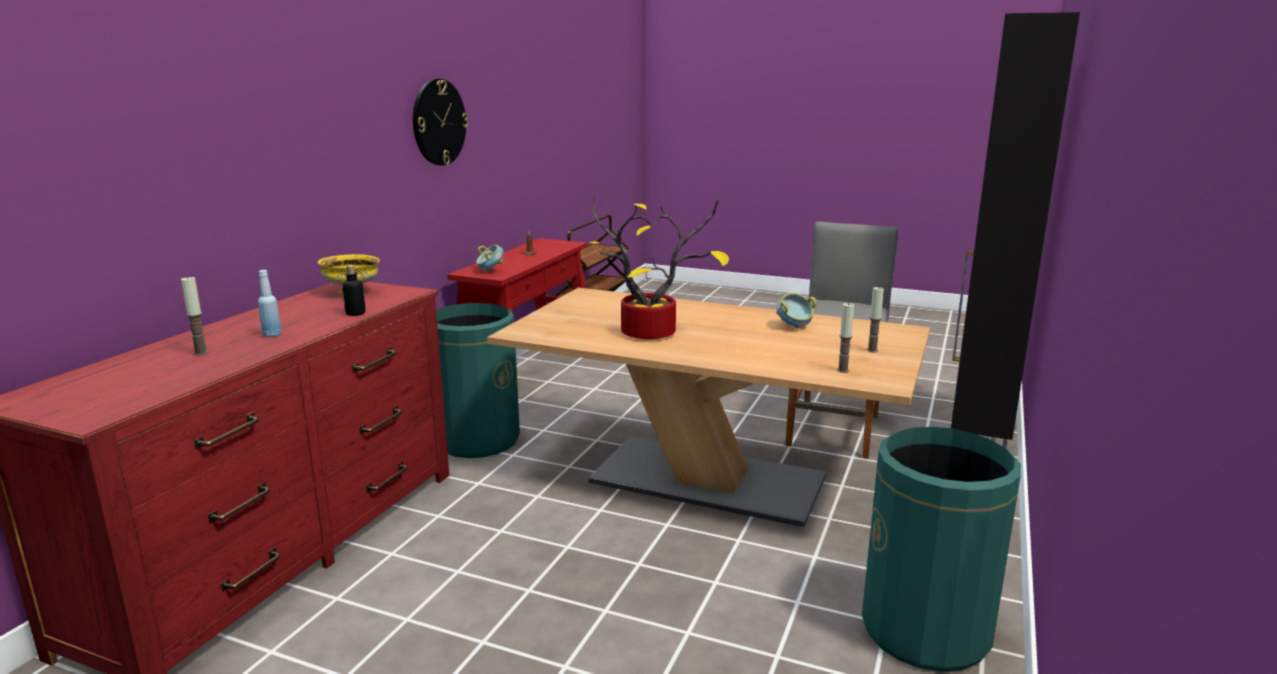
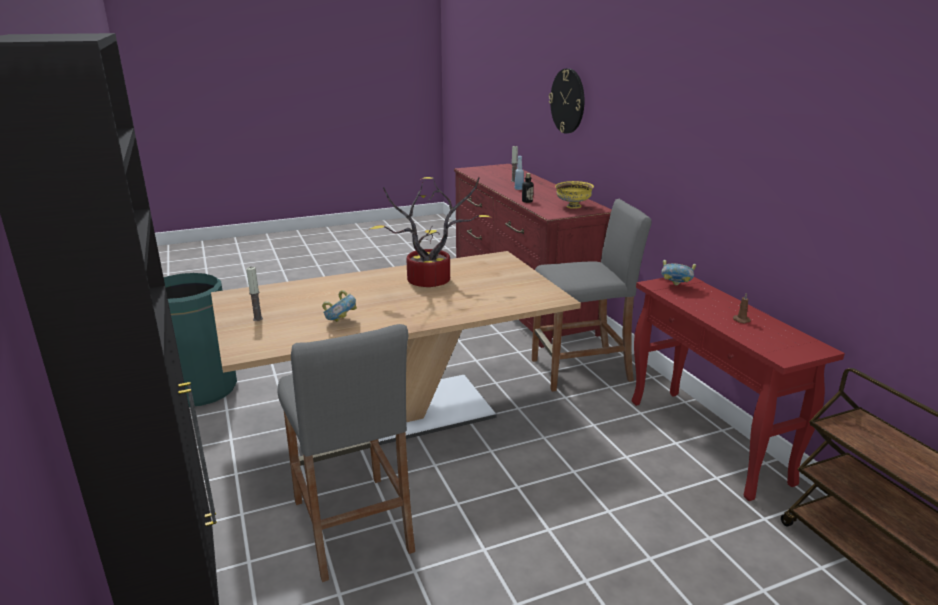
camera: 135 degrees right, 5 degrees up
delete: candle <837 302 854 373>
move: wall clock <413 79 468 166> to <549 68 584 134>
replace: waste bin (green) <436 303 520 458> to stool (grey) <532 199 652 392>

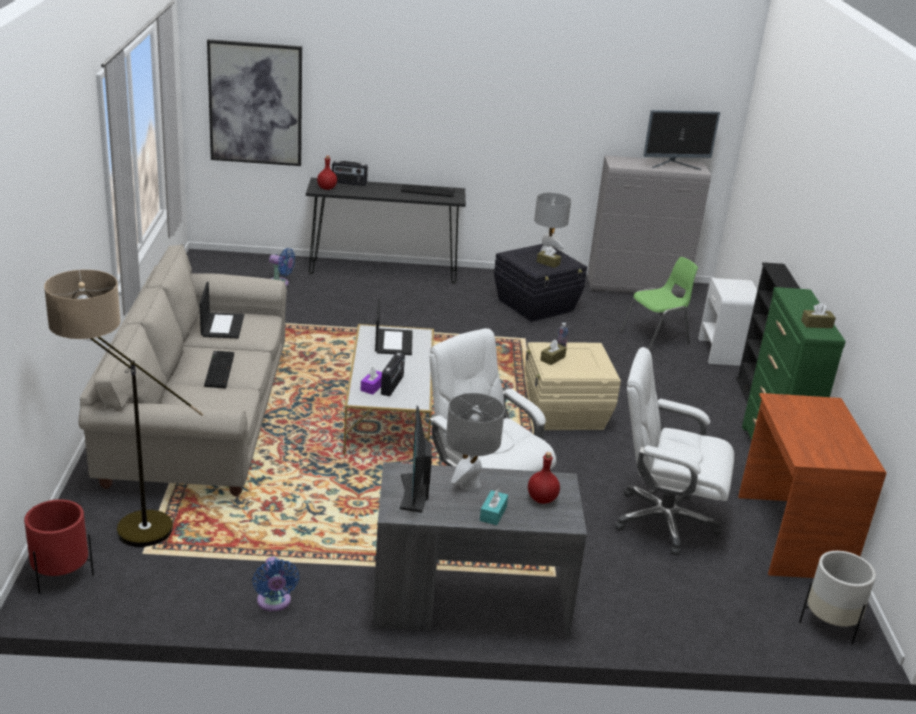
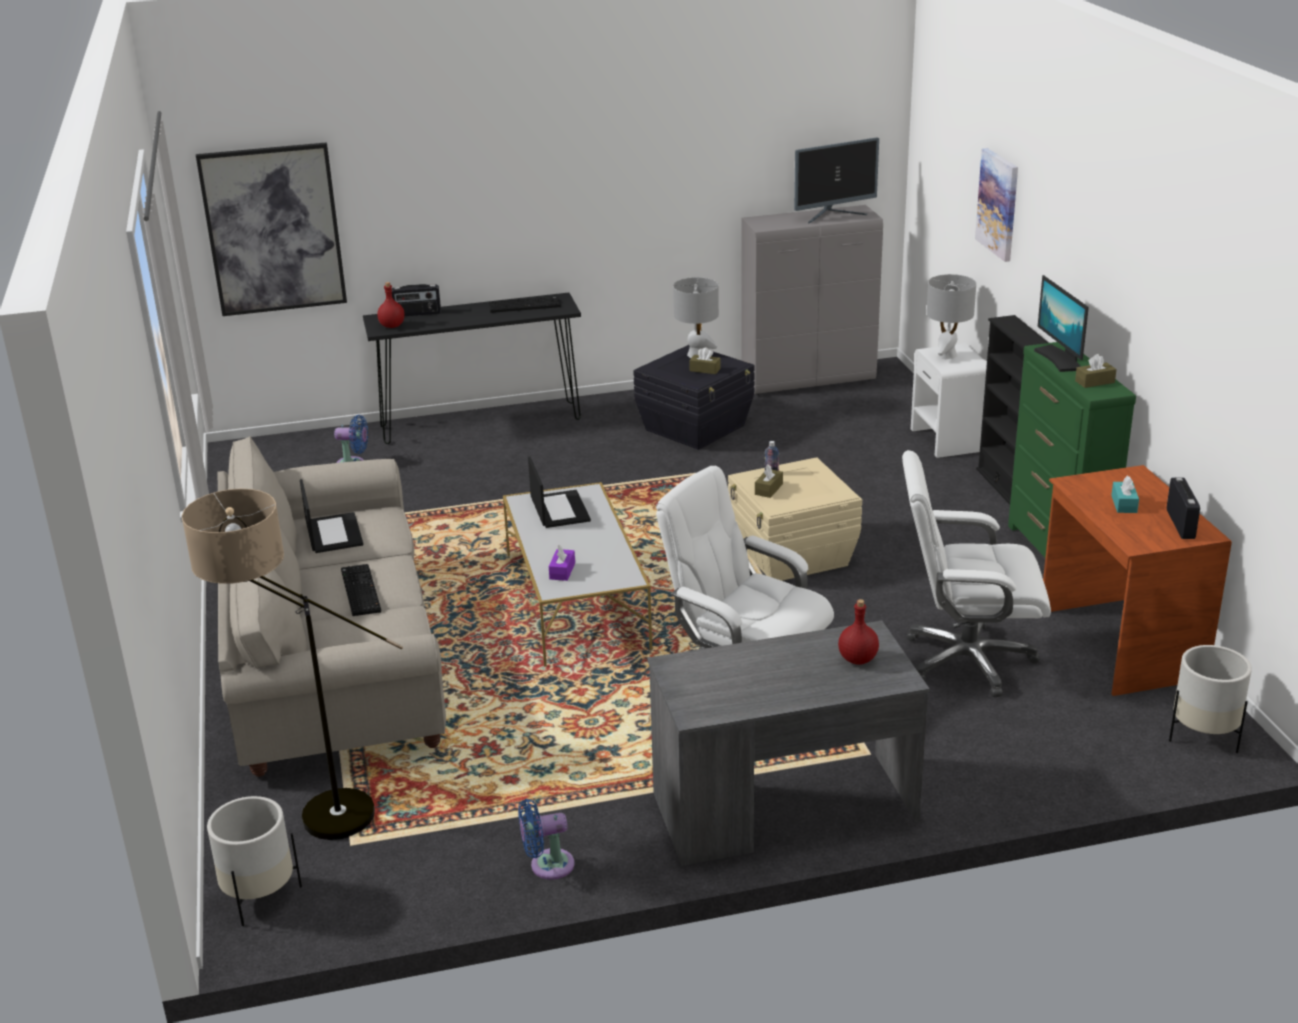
camera: 10 degrees left, 0 degrees up
delete: plain chair (green) <620 257 698 351>
insert: wall art <975 148 1018 262>
move: radio <381 353 405 396> to <1167 477 1200 539>; lamp for a table (grey) <446 393 505 490> to <926 274 976 359>; monitor <400 406 432 513> to <1034 275 1089 372>; tissue holder (blue-green) <480 488 508 525> to <1111 476 1139 513>
recolor: planter (reddish) <24 499 94 594> to planter (whitish) <207 796 302 926>
rotate: electric fan (bluish) <252 557 299 611> = <518 799 575 880> 105 degrees clockwise

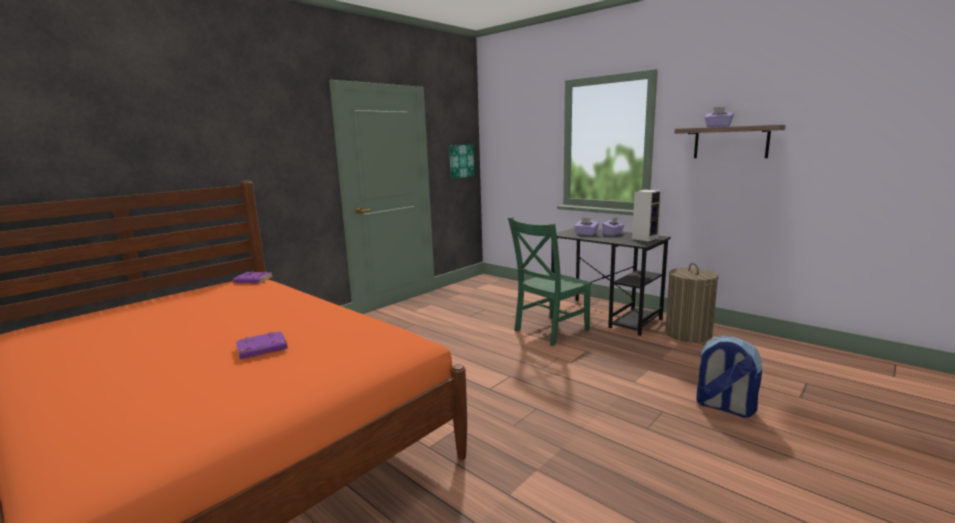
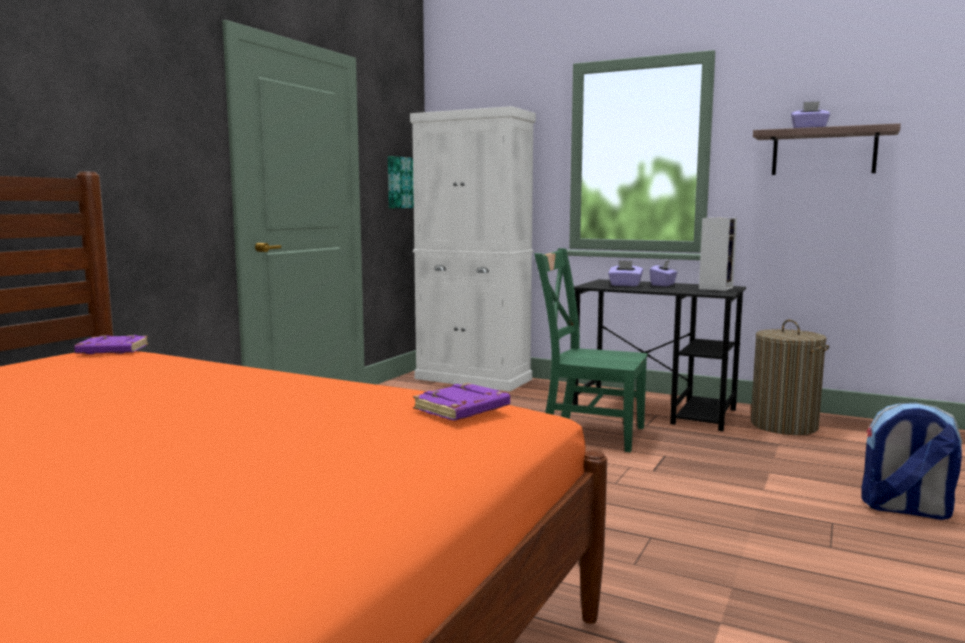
camera: 15 degrees left, 5 degrees down
insert: cabinet (whitish) <410 106 536 392>
move: volume (purplish) <235 331 288 359> to <413 383 510 421>
rotate: plain chair (green) <508 217 592 346> = <534 248 648 452> 75 degrees clockwise

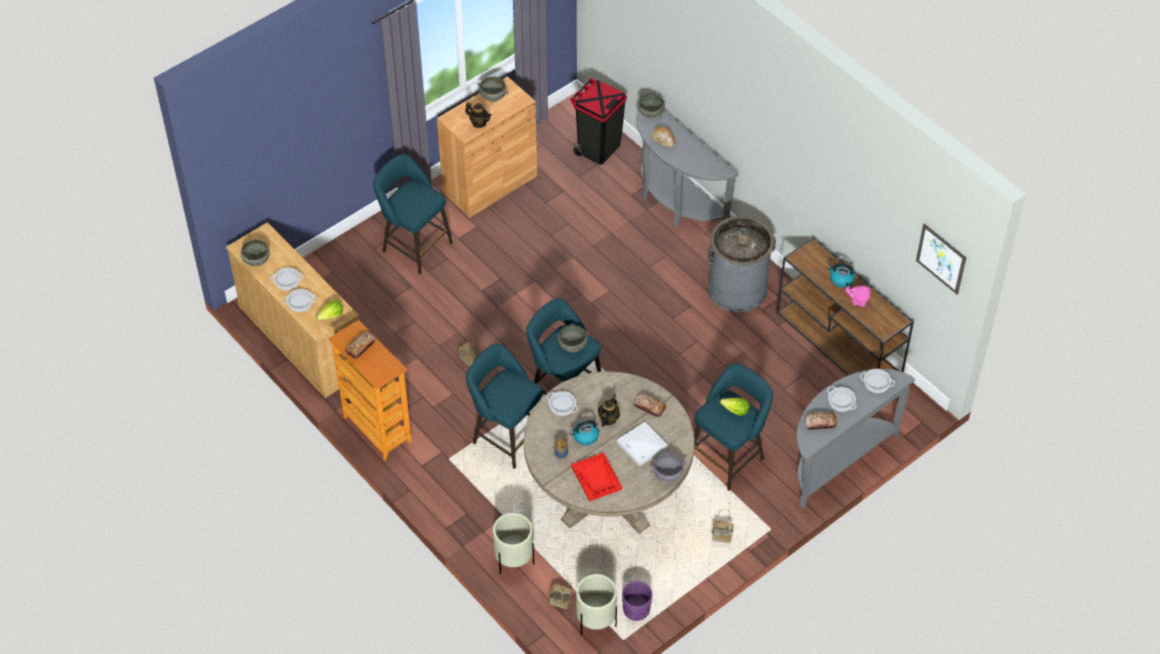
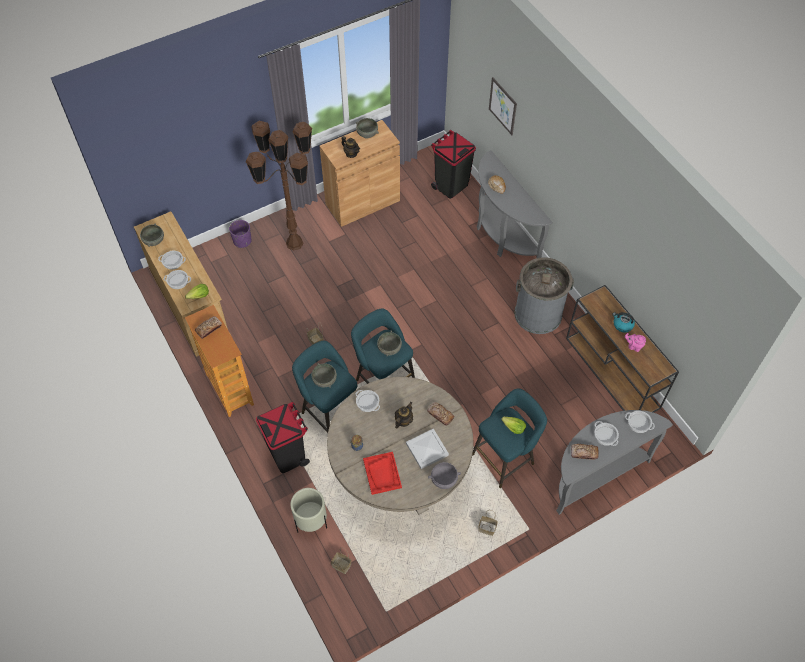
camera: 10 degrees right, 5 degrees up
delete: water kettle <570 420 599 445>; planter (beige-coloured) <576 574 617 635>
insert: waste bin (black-coloured) <256 402 310 473>
move: bowl (grey) <638 93 665 118> to <312 363 337 388>; wall art <916 223 967 294> to <489 77 517 135>; planter (purplish) <622 581 652 621> to <229 220 251 248>
replace: stool (blue-green) <373 154 453 274> to floor lamp (brown-coloured) <246 121 312 250>

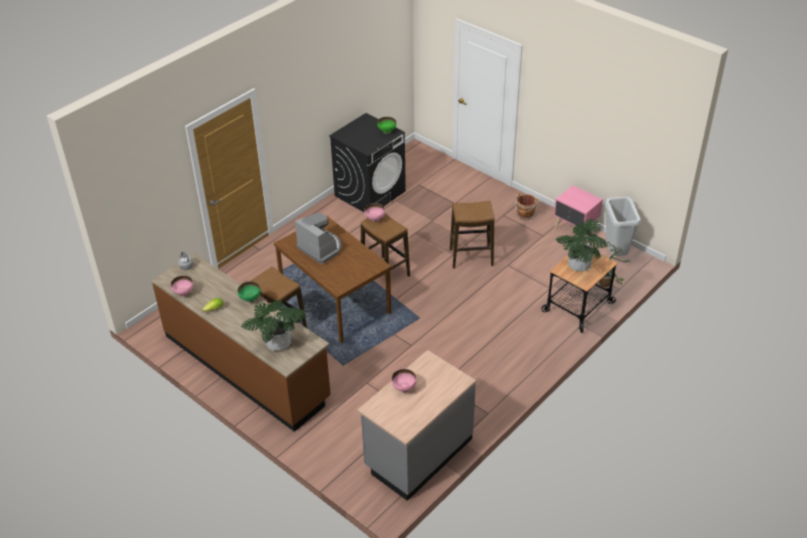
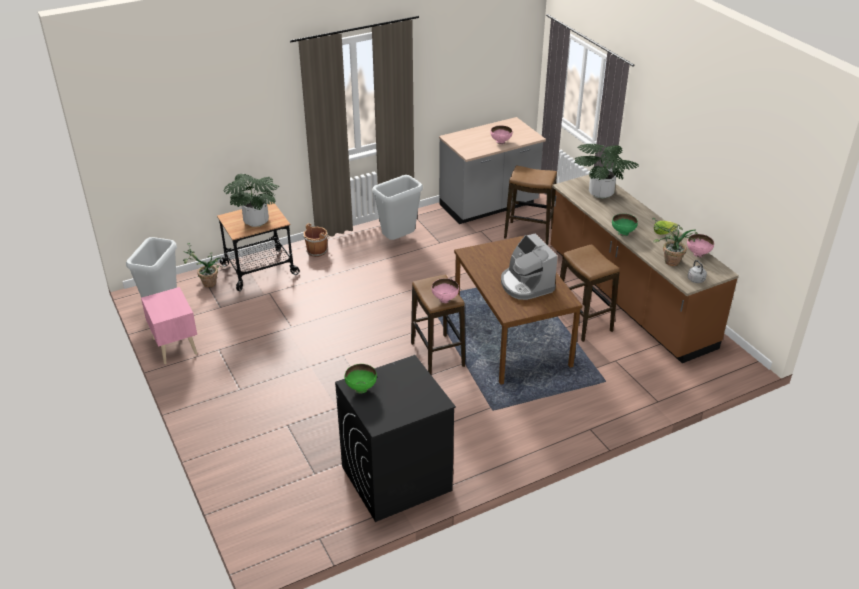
camera: 160 degrees left, 5 degrees down
insert: waste bin (grey) <372 175 423 240>; houseplant <652 218 700 266>
move: water bucket (brown-coloured) <515 193 537 220> to <303 223 330 257>; stool <450 201 494 268> to <504 165 557 245>

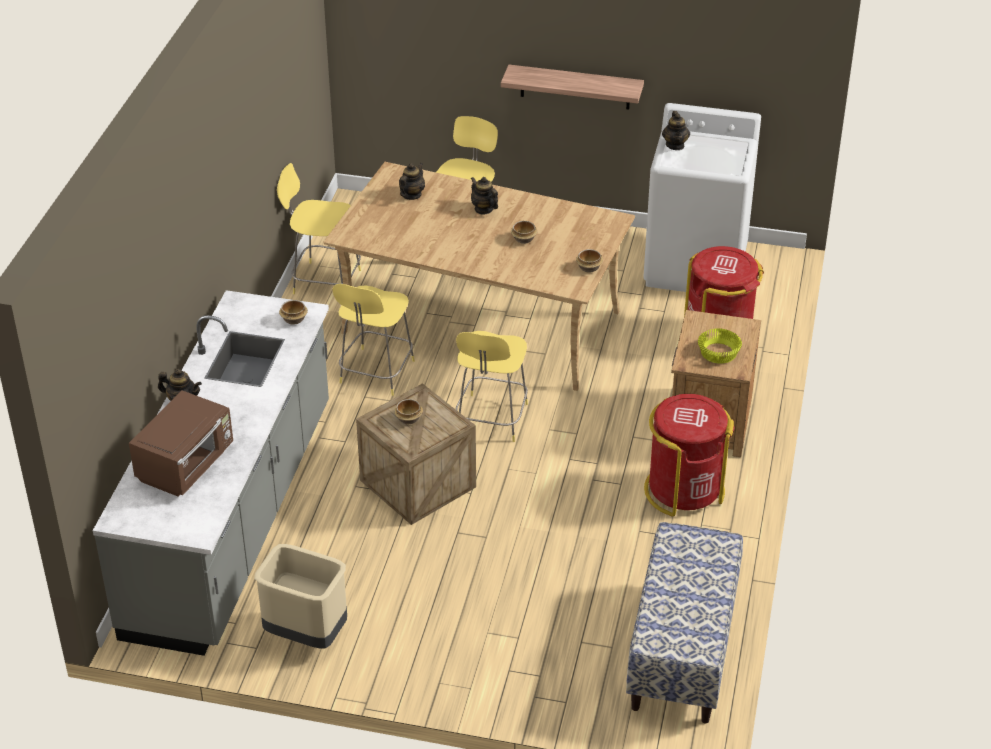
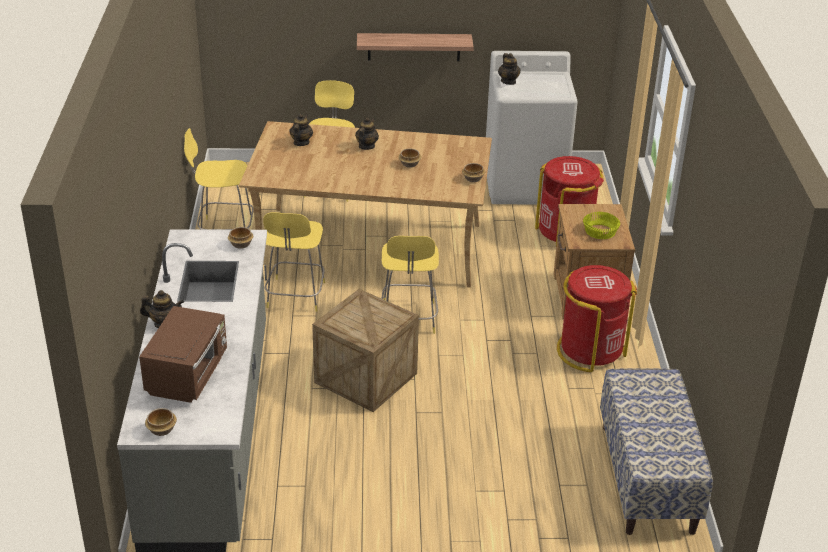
camera: 15 degrees left, 5 degrees down
delete: waste bin (beige-coloured) <254 544 347 648>
move: bowl <394 399 423 424> to <145 408 177 436>
rotate: pot for tea <471 177 498 214> = <355 117 379 150> 75 degrees clockwise

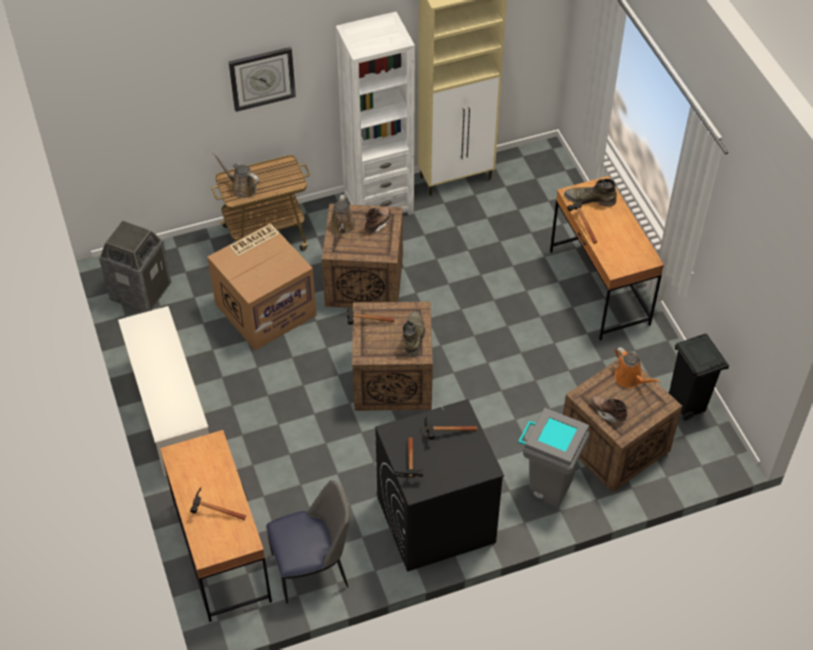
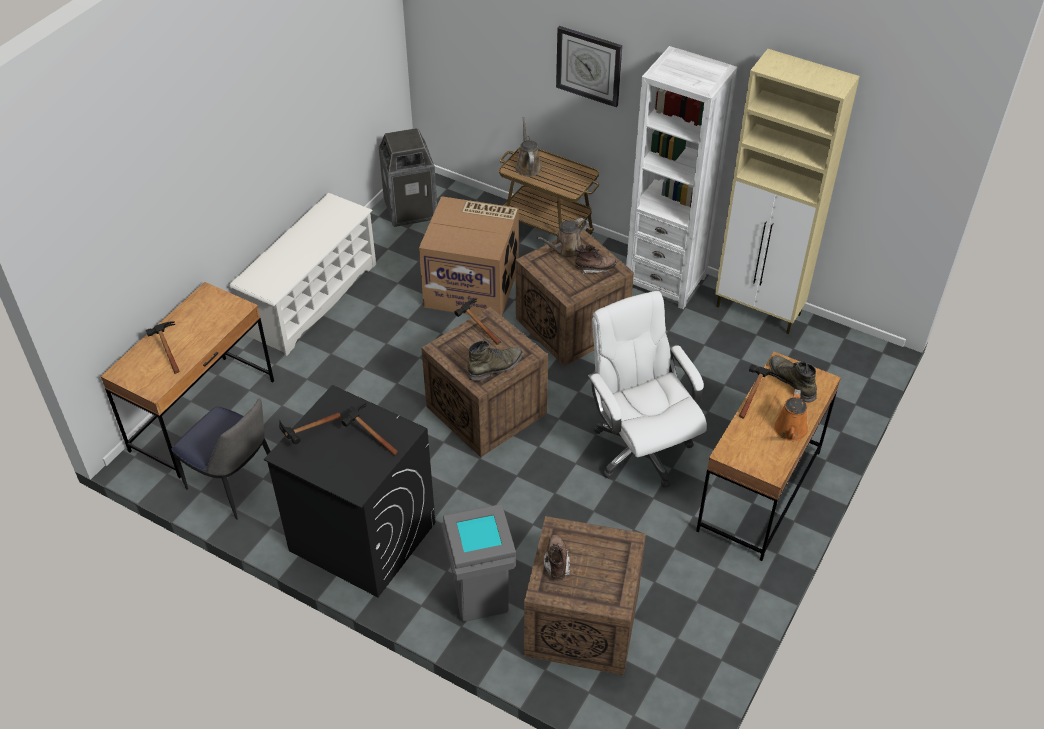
camera: 50 degrees right, 5 degrees down
delete: waste bin (black-coloured) <668 334 729 421>
insert: computer chair (whitish) <588 291 707 488>
move: watering pot (orange) <614 347 661 388> to <774 389 808 441>

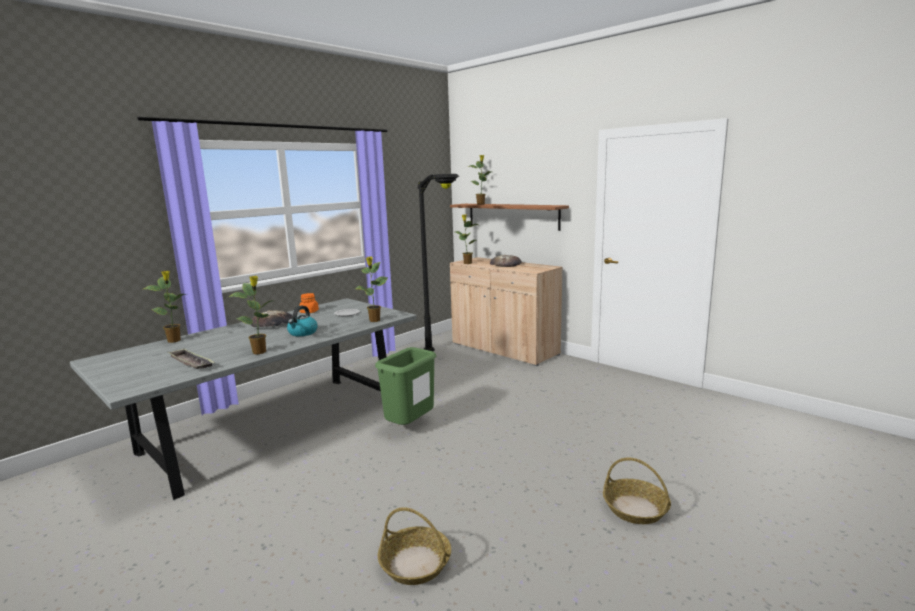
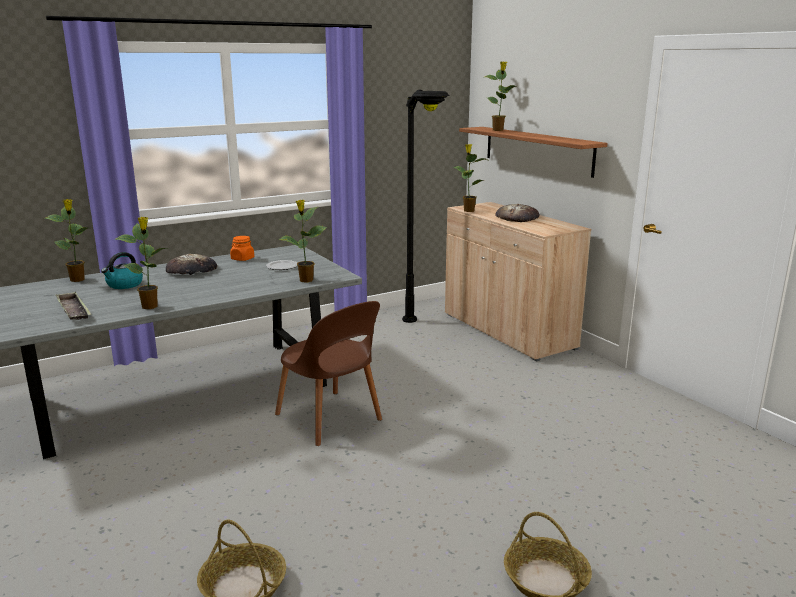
camera: 15 degrees right, 5 degrees up
move: water kettle <287 306 318 336> to <101 252 143 289>
replace: waste bin (green) <375 347 436 428> to plain chair (brown-coloured) <275 301 382 446>

